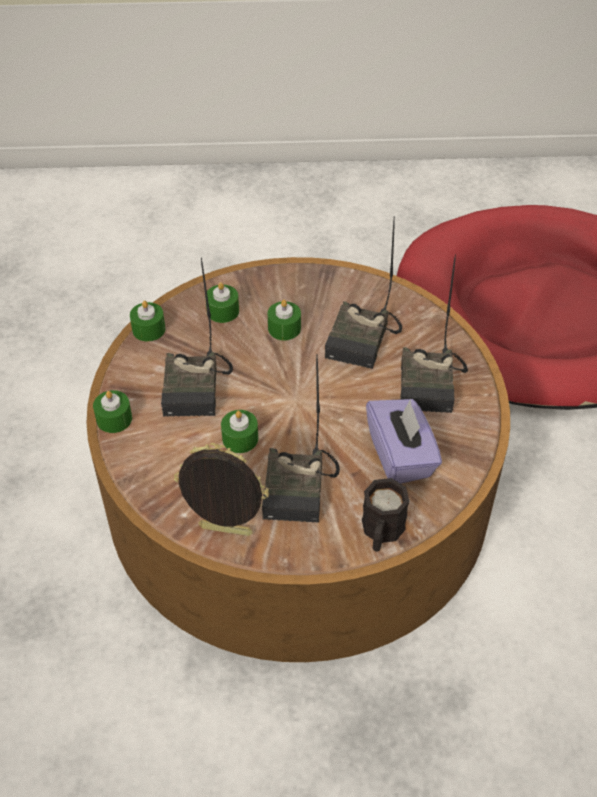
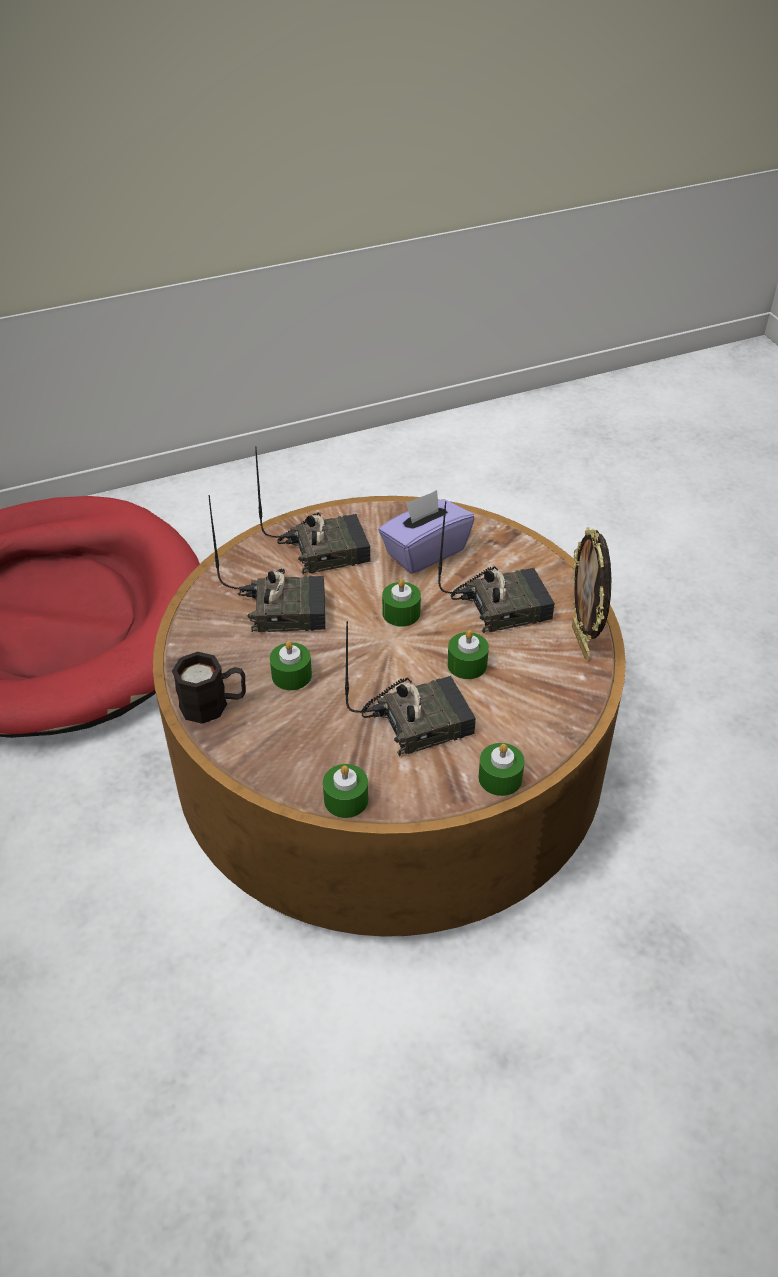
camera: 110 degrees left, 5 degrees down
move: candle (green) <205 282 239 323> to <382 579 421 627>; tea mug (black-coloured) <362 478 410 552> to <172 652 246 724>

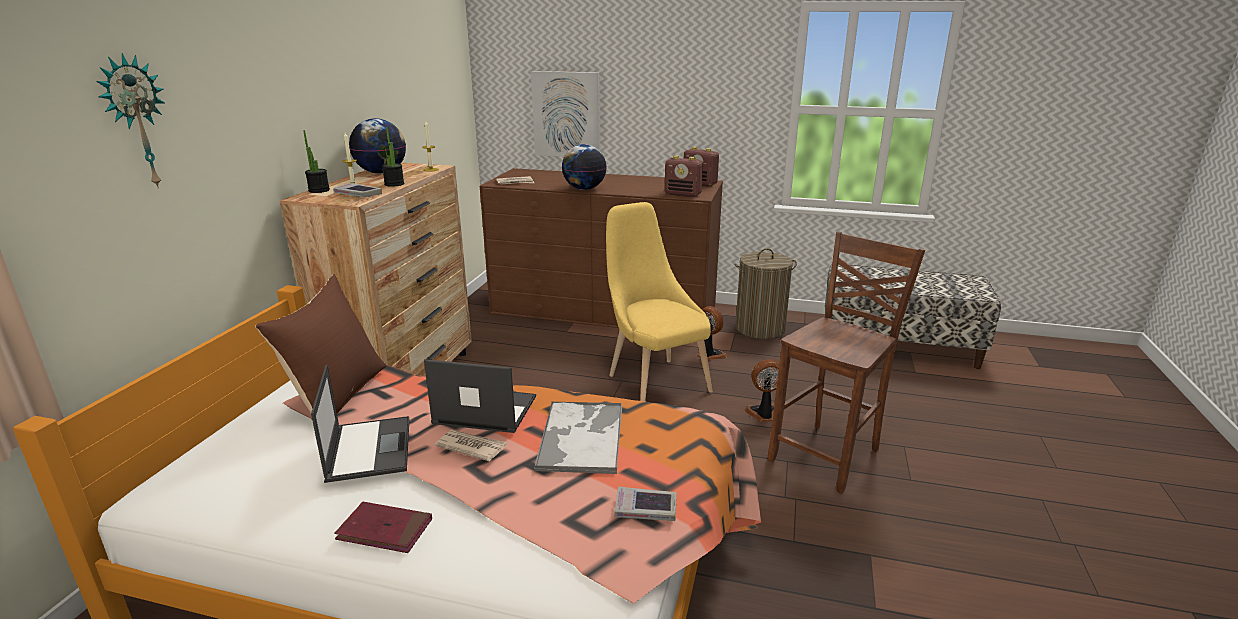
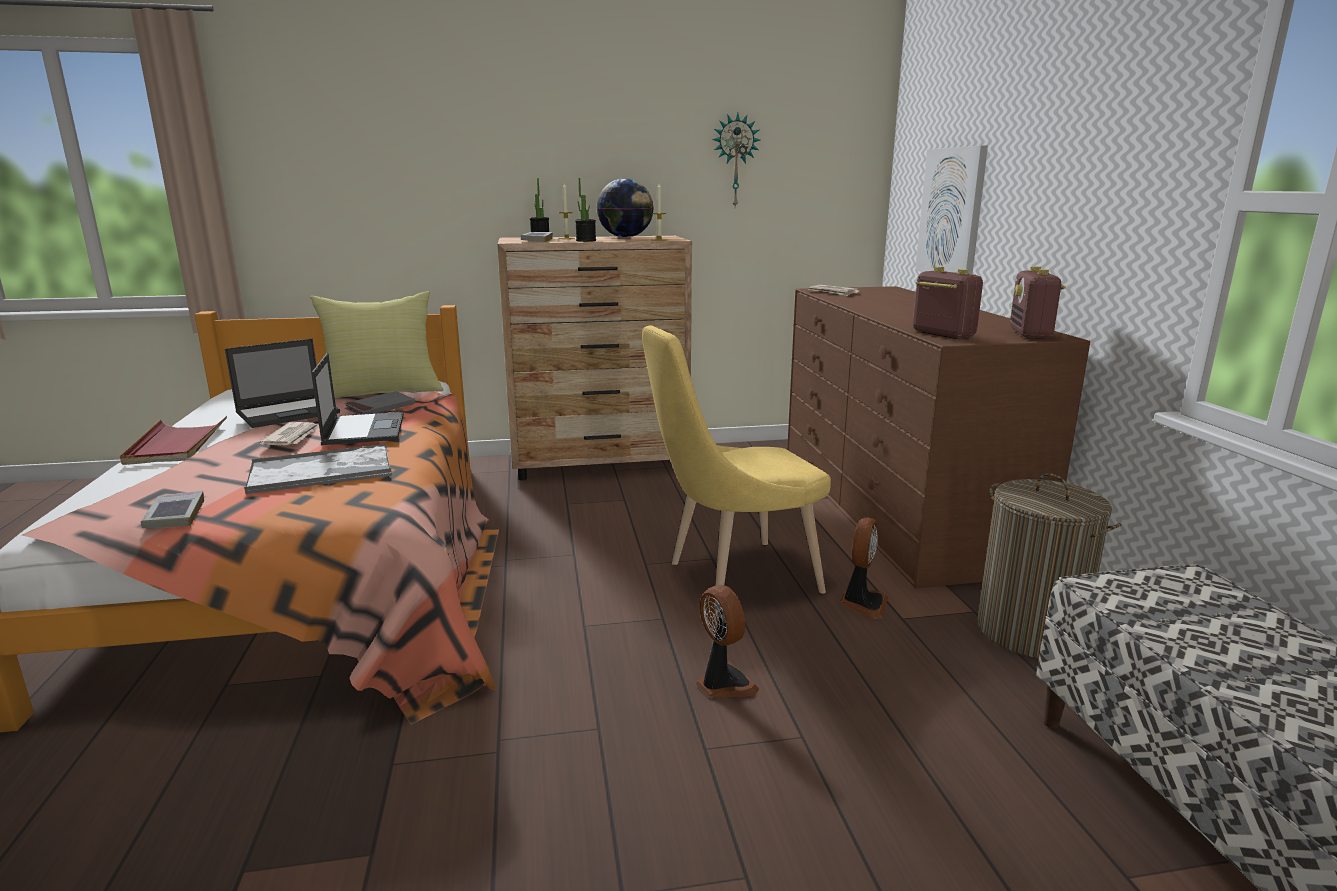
camera: 65 degrees right, 5 degrees down
delete: world globe <562 144 607 190>; plain chair (brown-coloured) <768 232 925 494>
insert: volume (grey) <344 391 415 414>
move: wall clock <96 53 165 188> to <712 113 760 207>
replace: volume (reddish) <334 502 432 553> to carrying tray (reddish) <120 416 227 465>
recolor: cushion (brown-coloured) <255 274 386 413> to cushion (yellowish) <310 291 444 398>
rotate: radio <664 156 703 197> = <913 266 983 339> 150 degrees clockwise; plain chair (yellowish) <606 202 713 401> = <642 326 831 613> 150 degrees counterclockwise

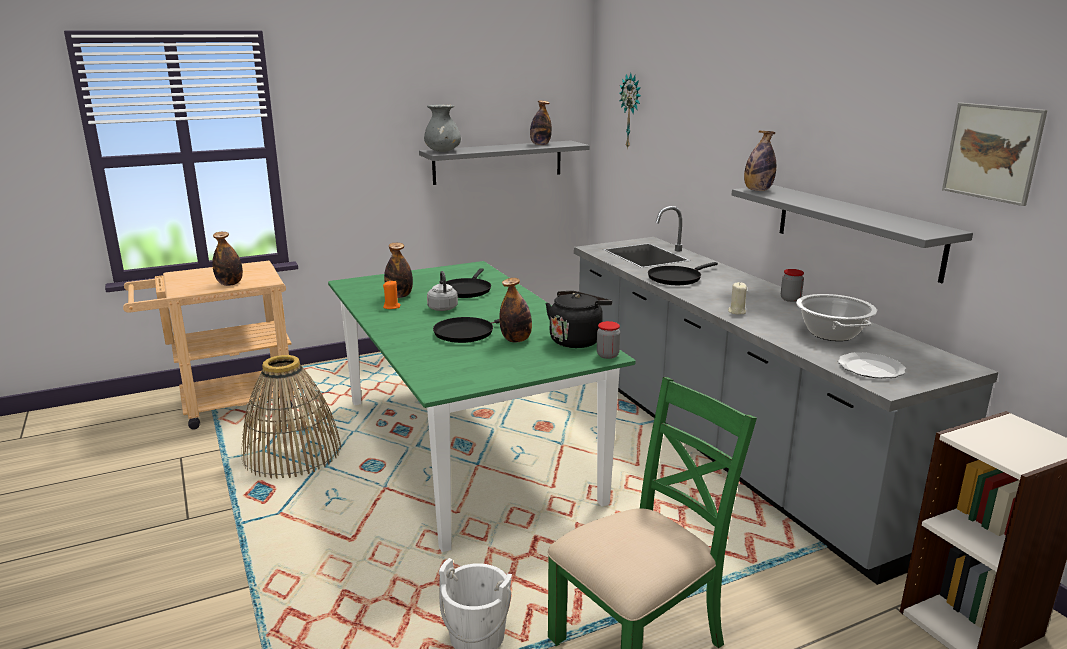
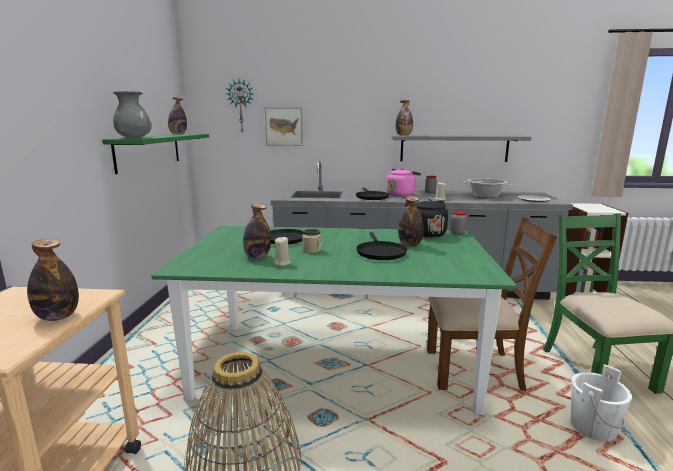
camera: 60 degrees left, 5 degrees down
insert: water kettle (pink-coloured) <386 168 421 197>; plain chair (brown-coloured) <427 217 557 391>
move: wall art <942 103 1048 206> to <265 107 303 146>
replace: water kettle (grey) <427 271 458 311> to storage jar <302 229 322 253>
recolor: wall shelf (grey) <419 140 590 185> to wall shelf (green) <102 134 209 174>; candle (orange) <383 281 401 309> to candle (beige-coloured) <274 236 290 266>

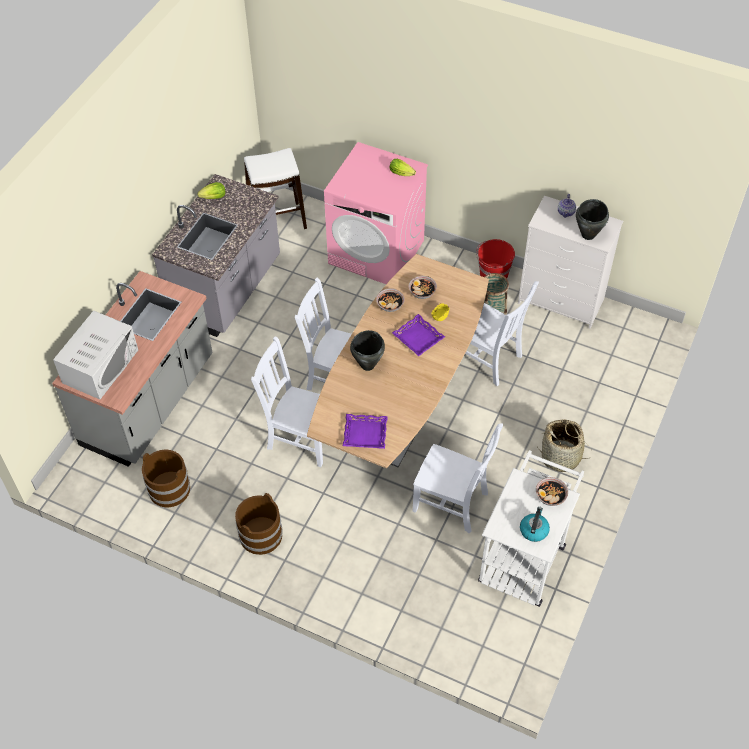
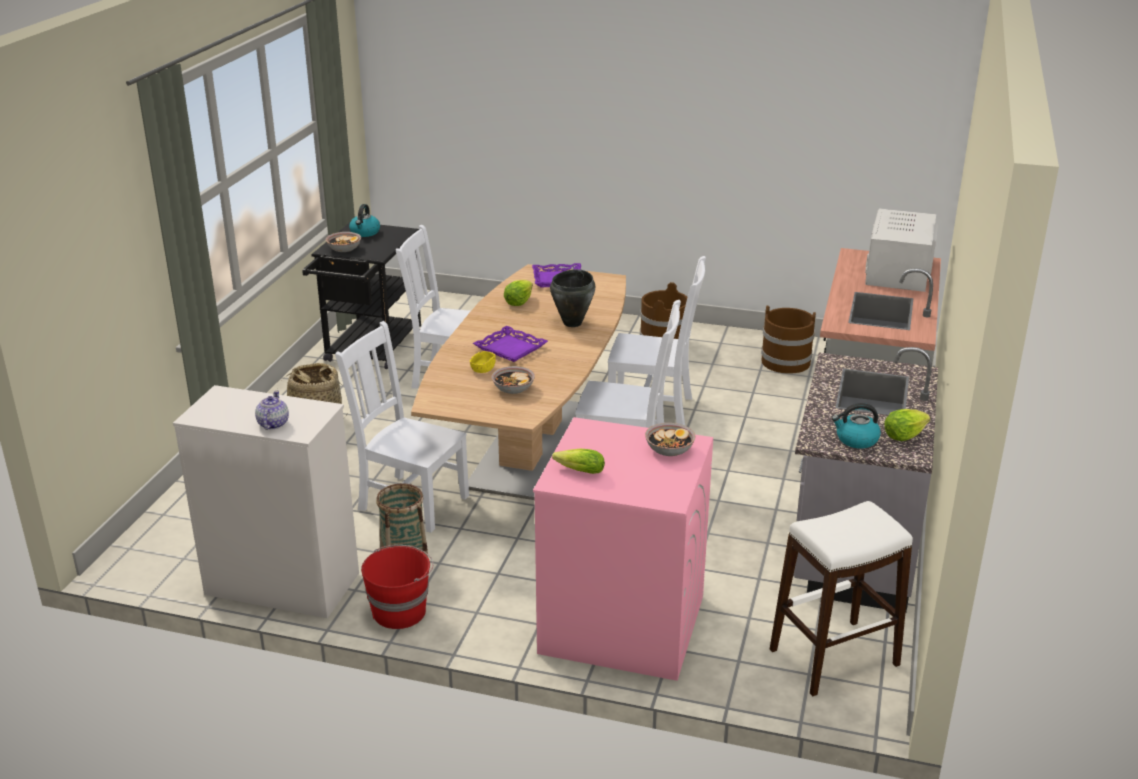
camera: 170 degrees right, 25 degrees down
delete: saucepot (black-coloured) <576 199 609 240>
insert: head of lettuce <504 280 533 306>; water kettle <832 403 881 449>
move: bowl <376 288 405 312> to <645 423 696 456>
recolor: trolley (whitish) <478 450 584 607> to trolley (black-coloured) <302 222 421 369>

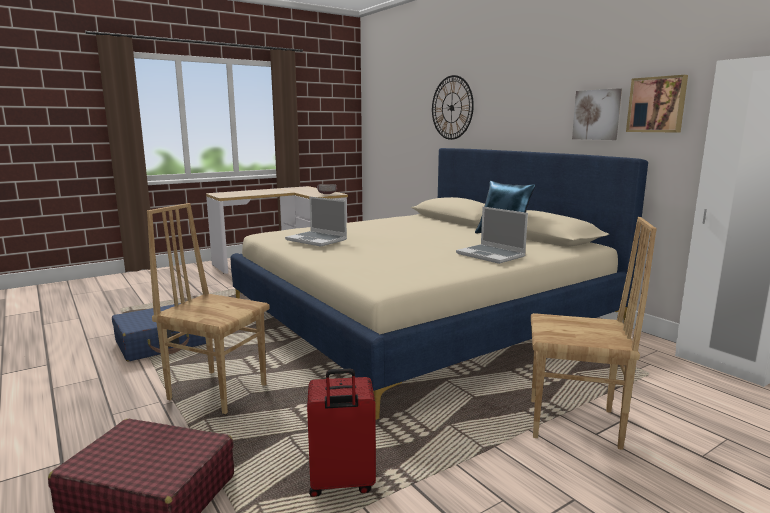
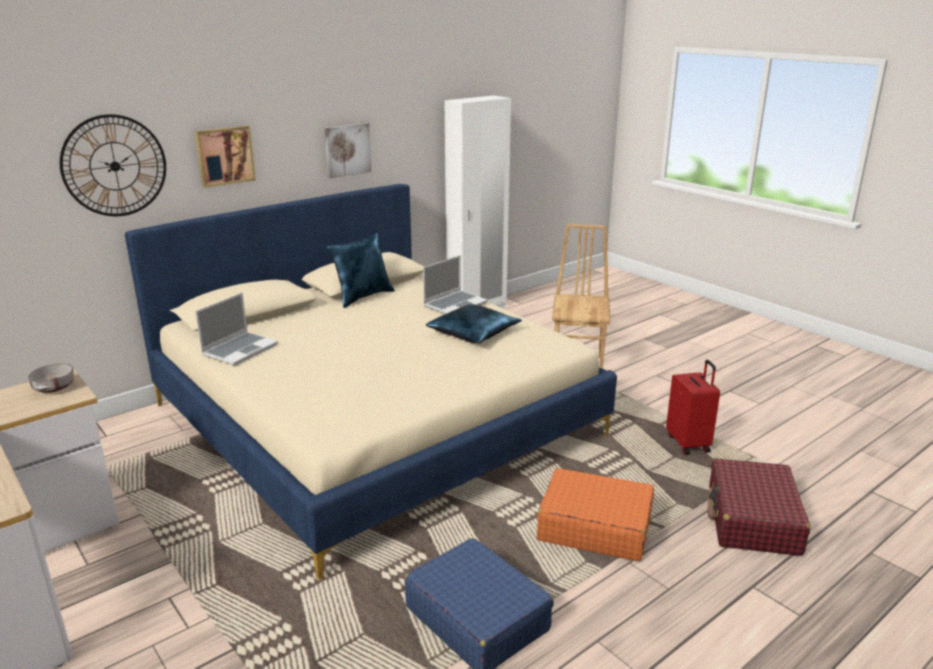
camera: 95 degrees left, 10 degrees up
insert: cushion (bluish) <426 304 522 343>
move: wall art <626 75 688 132> to <195 126 256 188>; notebook computer <285 196 347 247> to <195 292 278 366>
replace: plain chair (brown-coloured) <147 203 270 414> to piece of luggage (orange) <537 468 654 561>

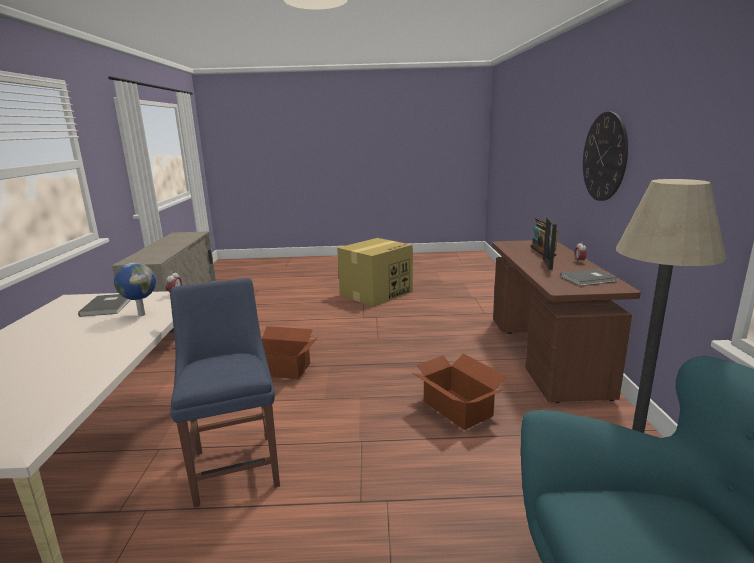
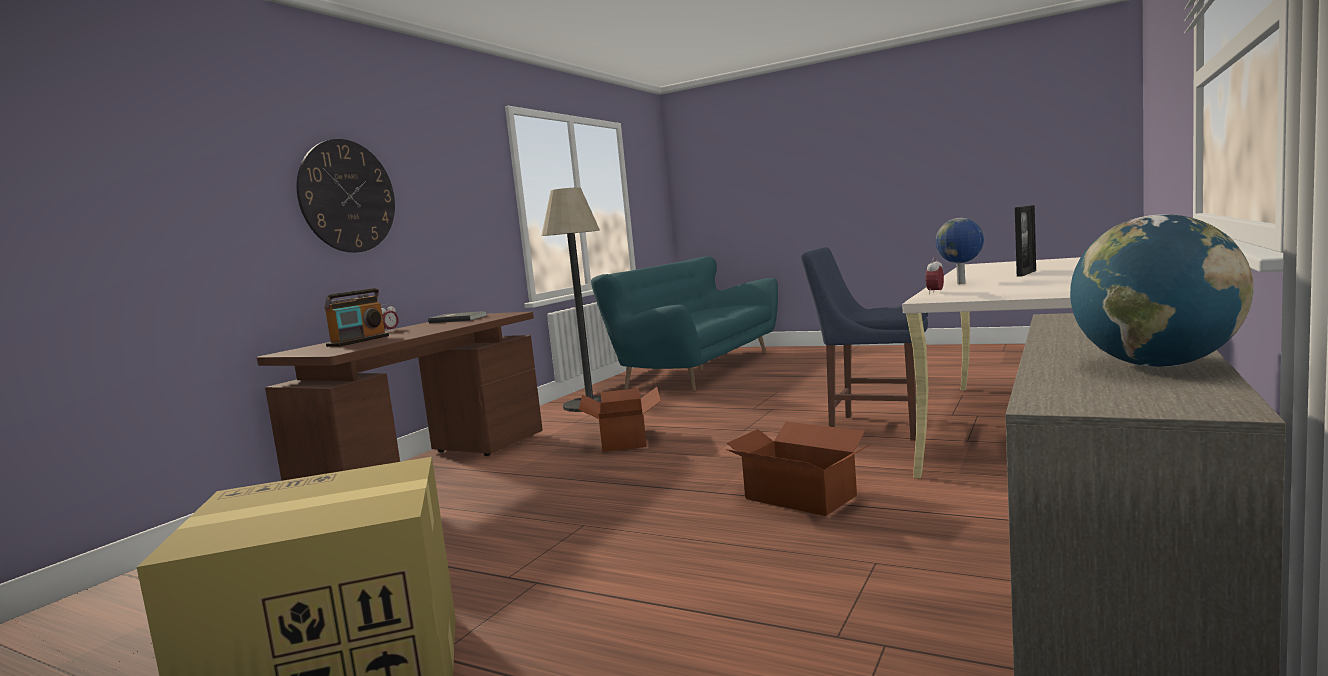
camera: 150 degrees left, 10 degrees down
delete: volume (grey) <78 294 130 317>
insert: world globe <1070 214 1254 367>
move: picture frame <543 218 557 270> to <1015 205 1036 277>
rotate: plain chair (bluish) <170 278 280 508> = <801 247 928 441> 105 degrees clockwise

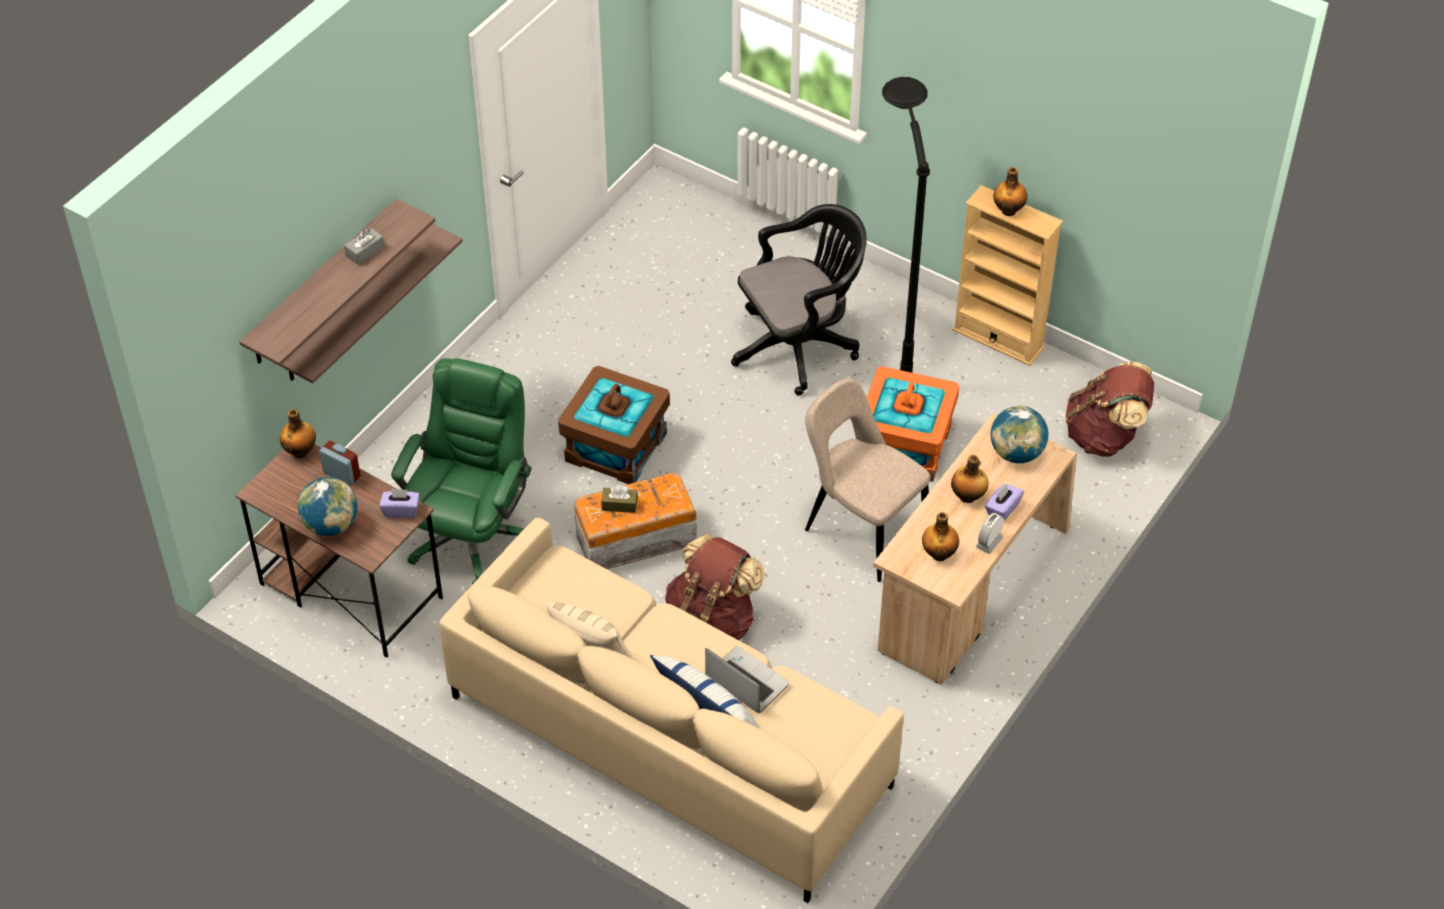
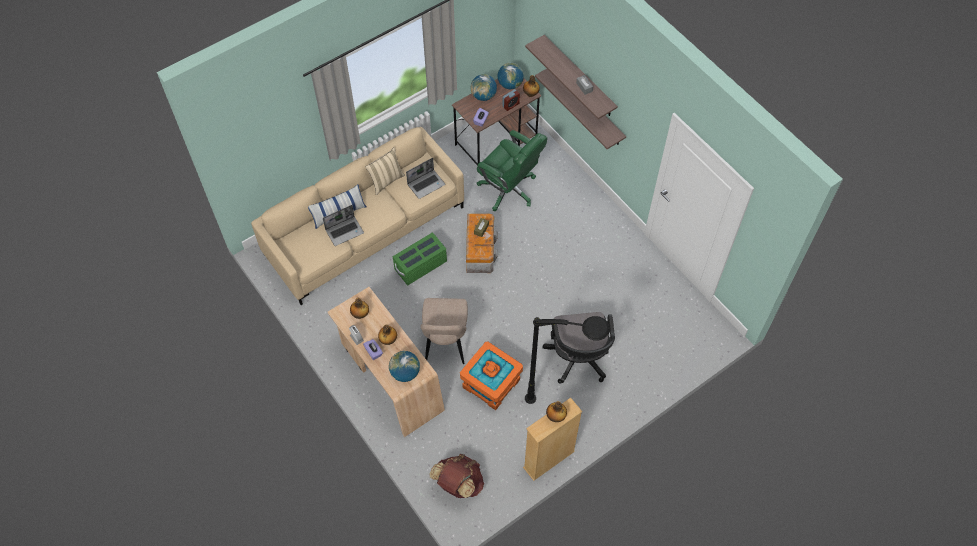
camera: 110 degrees right, 10 degrees up
delete: storage container (brown-coloured) <558 366 670 484>
insert: world globe <497 63 524 89>; notebook computer <406 158 445 199>
replace: knapsack (brown-coloured) <665 534 765 640> to storage container (green) <393 232 447 285>
rotate: plain chair (beige-coloured) <805 378 930 582> = <420 298 468 364> 120 degrees clockwise

